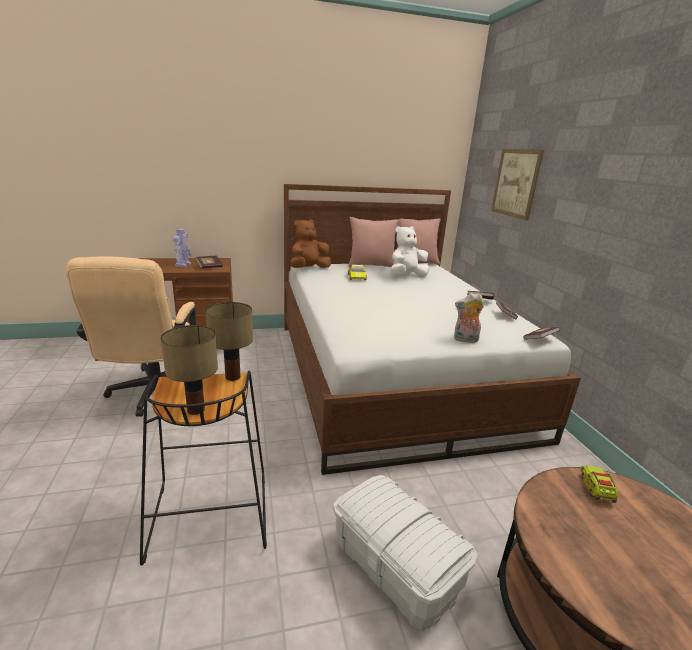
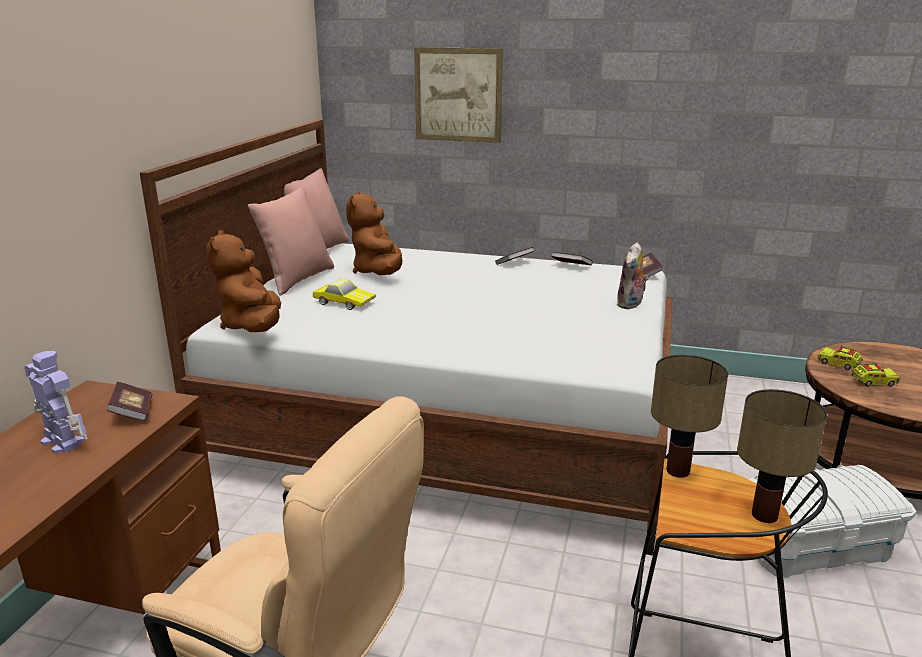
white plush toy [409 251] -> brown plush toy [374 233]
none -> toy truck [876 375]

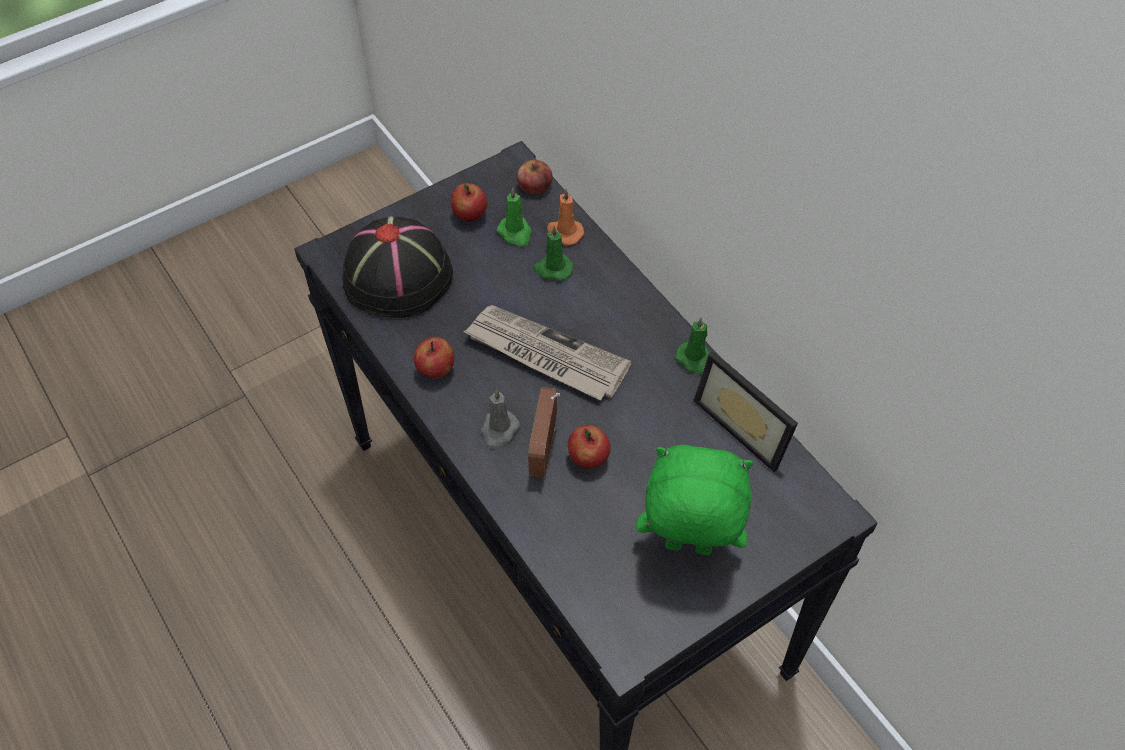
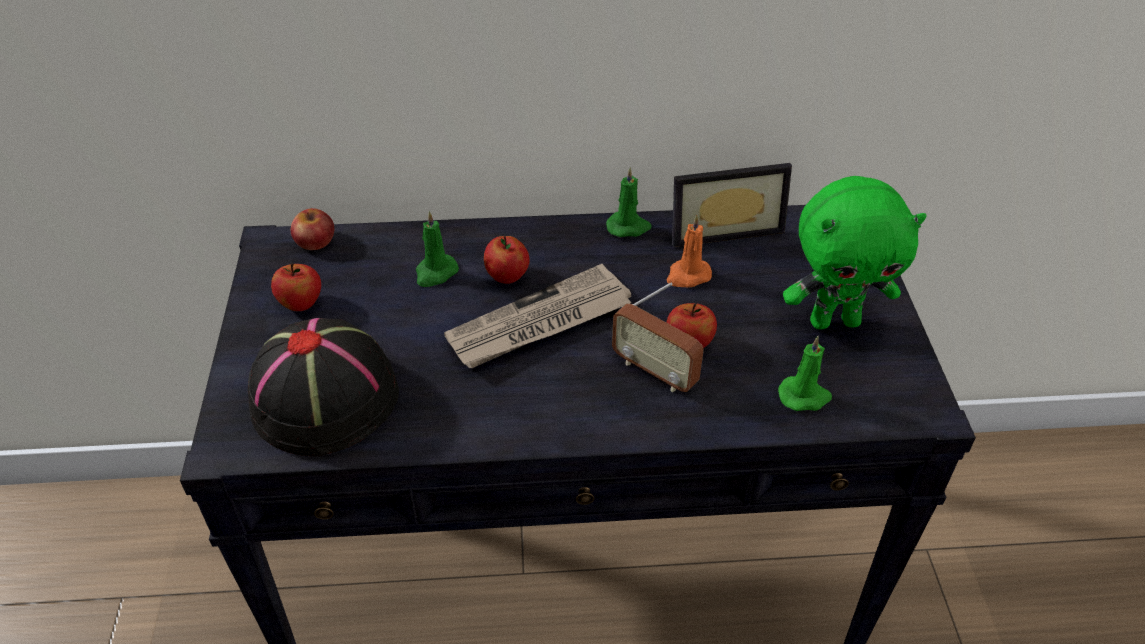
apple [434 358] -> apple [507 260], relocated
orange candle [565 217] -> orange candle [689 250], relocated
green candle [514 217] -> green candle [805 373], relocated
green plush toy [694 500] -> green plush toy [855 252], 135 degrees counterclockwise
grey candle [500 419] -> none

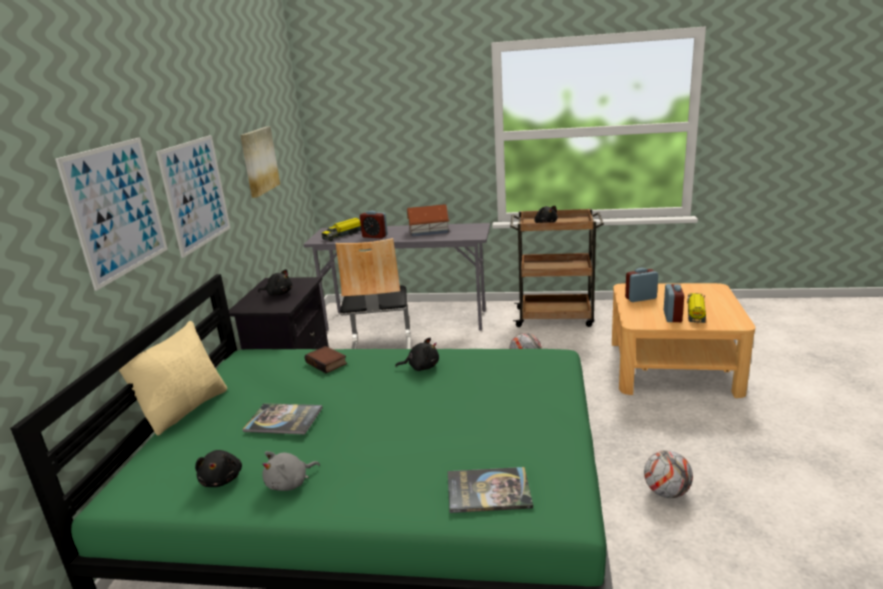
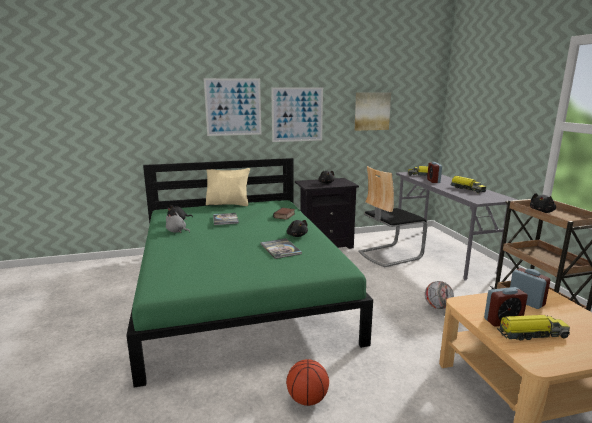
book [490 490] -> book [281 248], relocated
football [668 474] -> basketball [307 382]
toy house [428 220] -> toy truck [468 184]

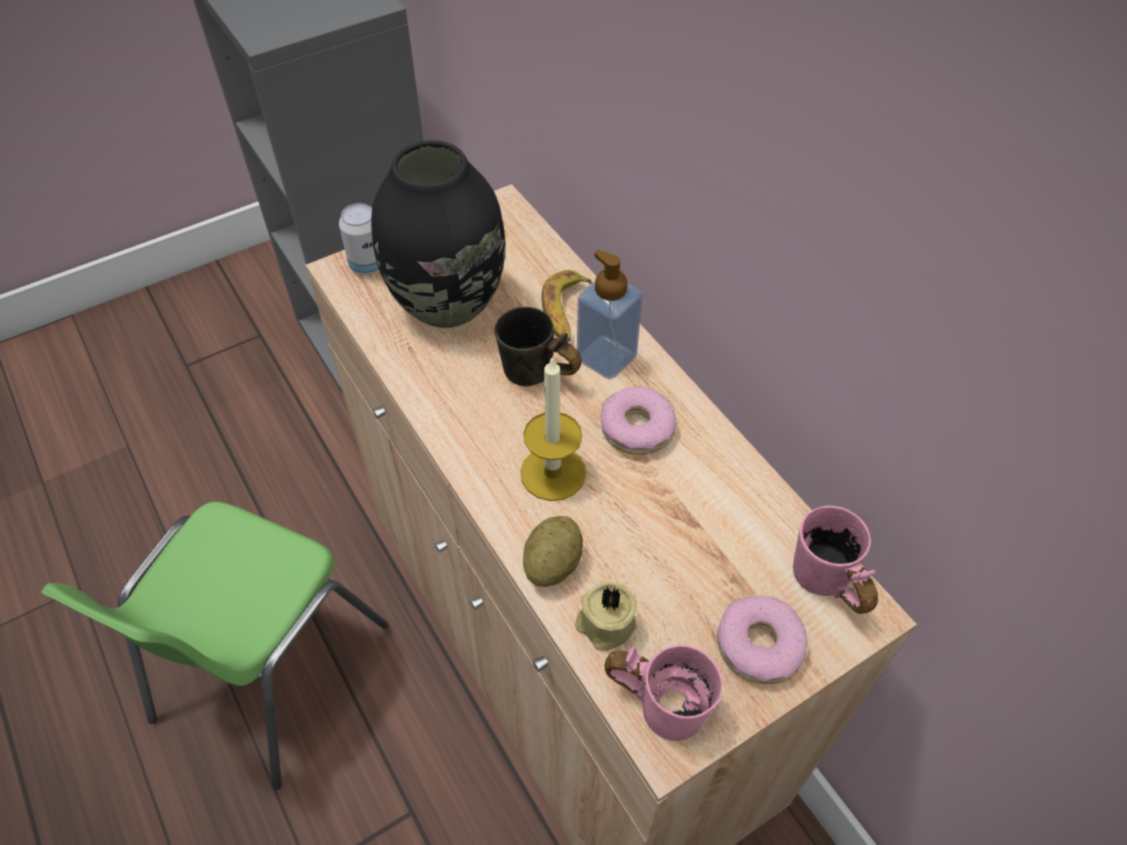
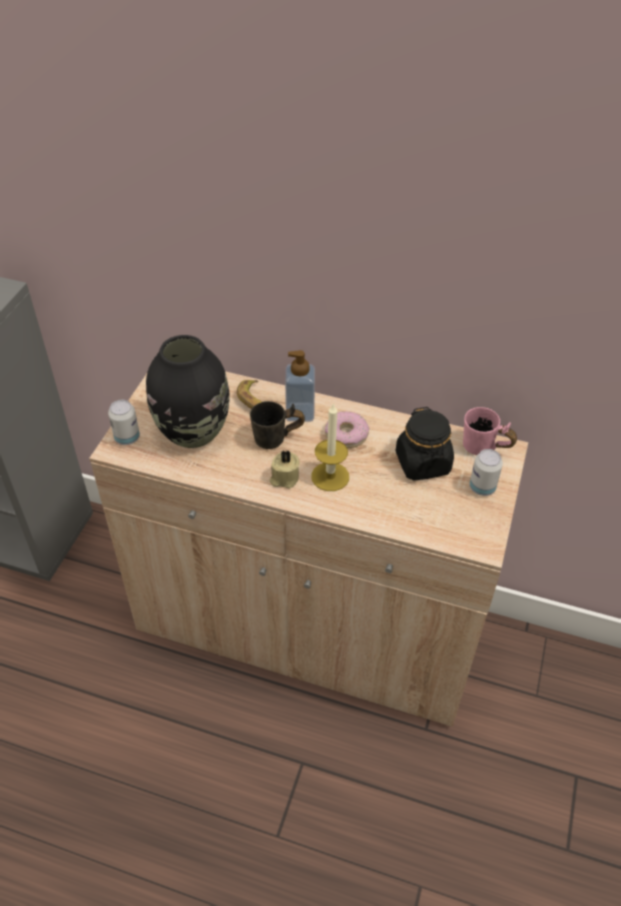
beige candle [606 616] -> beige candle [284 469], relocated
none -> black jar [424 444]
donut [762 640] -> can [486 472]
green chair [214 646] -> none
potato [553 551] -> none
pink mug [663 693] -> none

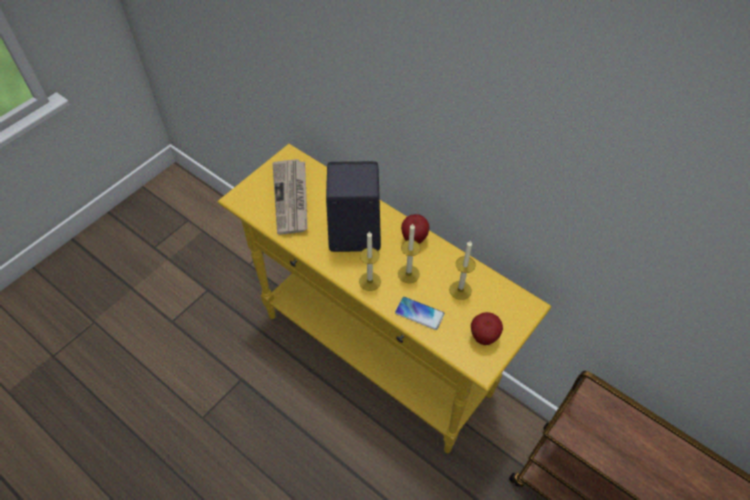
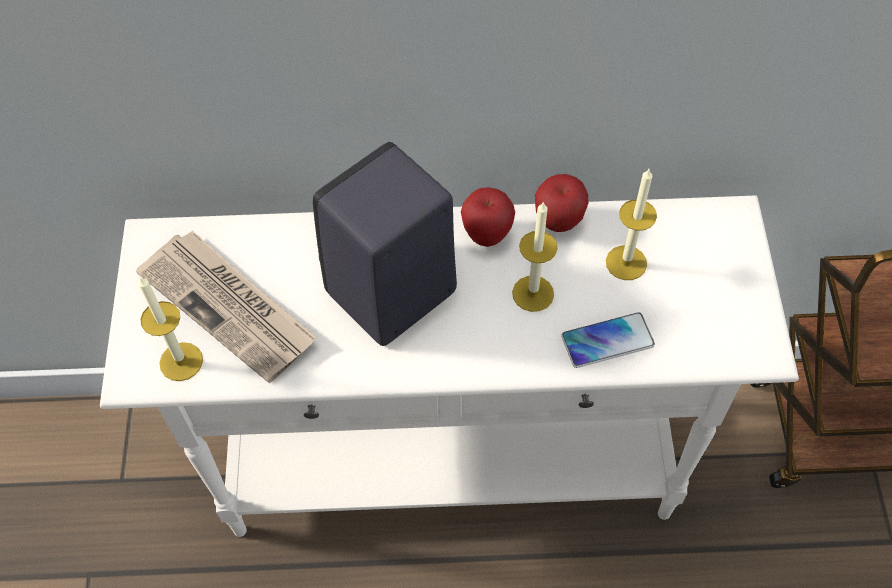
yellow console table [385 298] -> white console table [449 366]
candle [370 261] -> candle [170 328], relocated
apple [487 328] -> apple [561 203], relocated

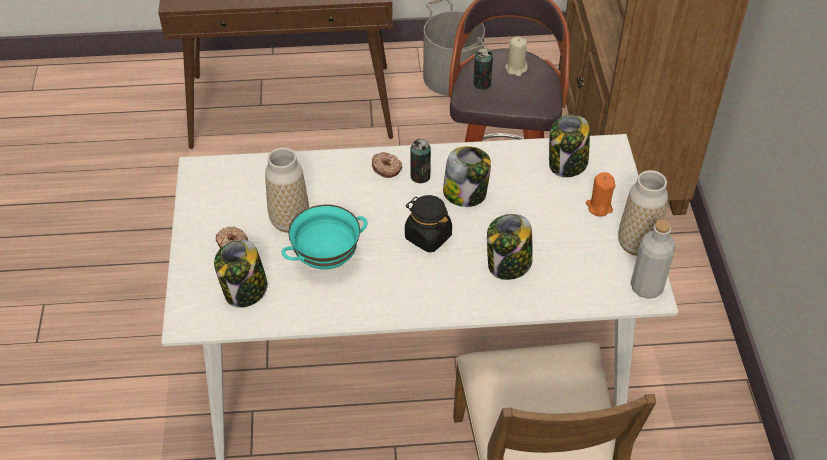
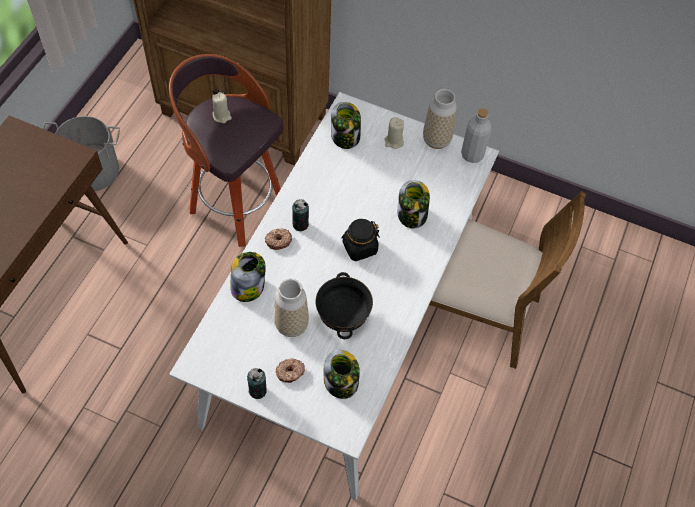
jar [467 176] -> jar [248 277], relocated
can [483 69] -> can [257 383], relocated
turquoise bowl [324 237] -> black bowl [344 305]
orange candle [600 194] -> beige candle [394 133]

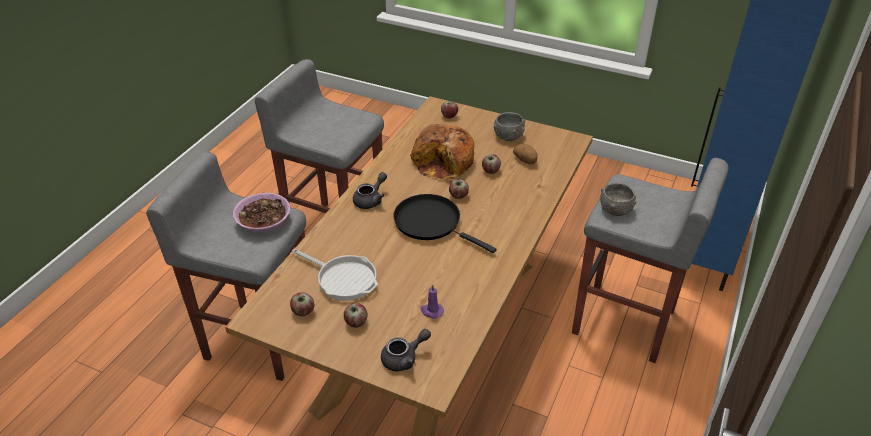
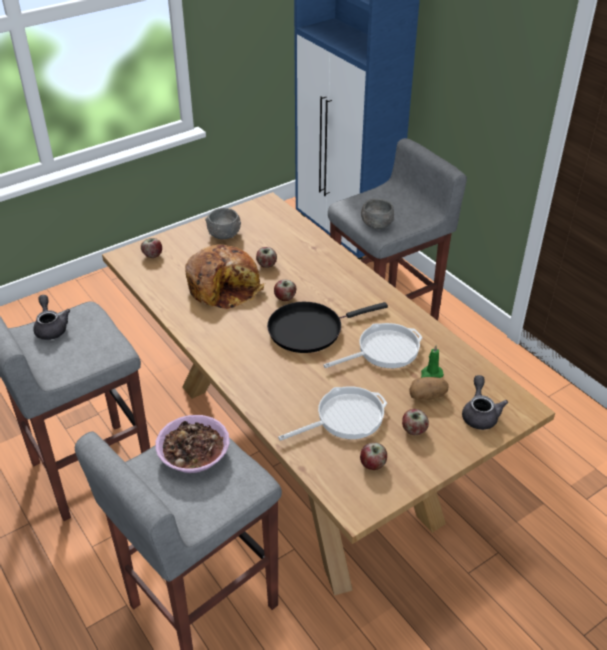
grey teapot [370 190] -> grey teapot [51 317], relocated
none -> frying pan [373 345]
potato [525 154] -> potato [429 388], relocated
purple candle [432 301] -> green candle [432 361]

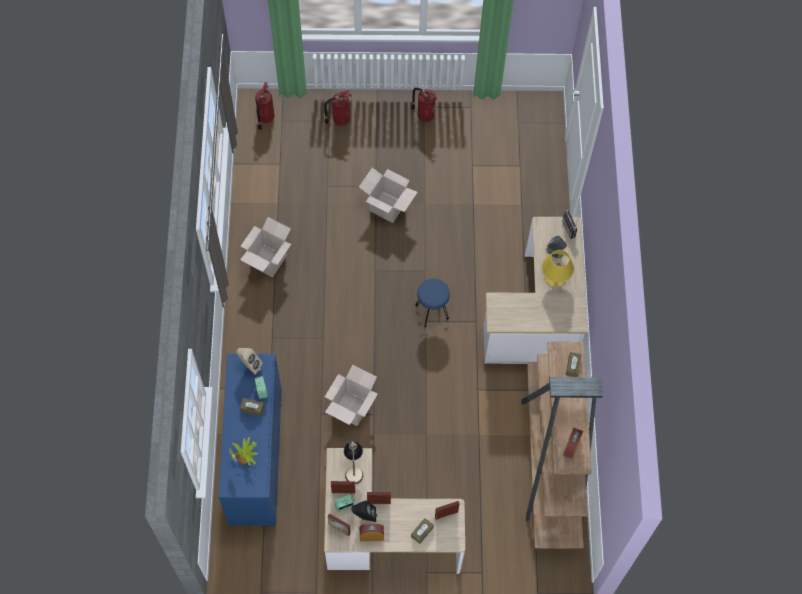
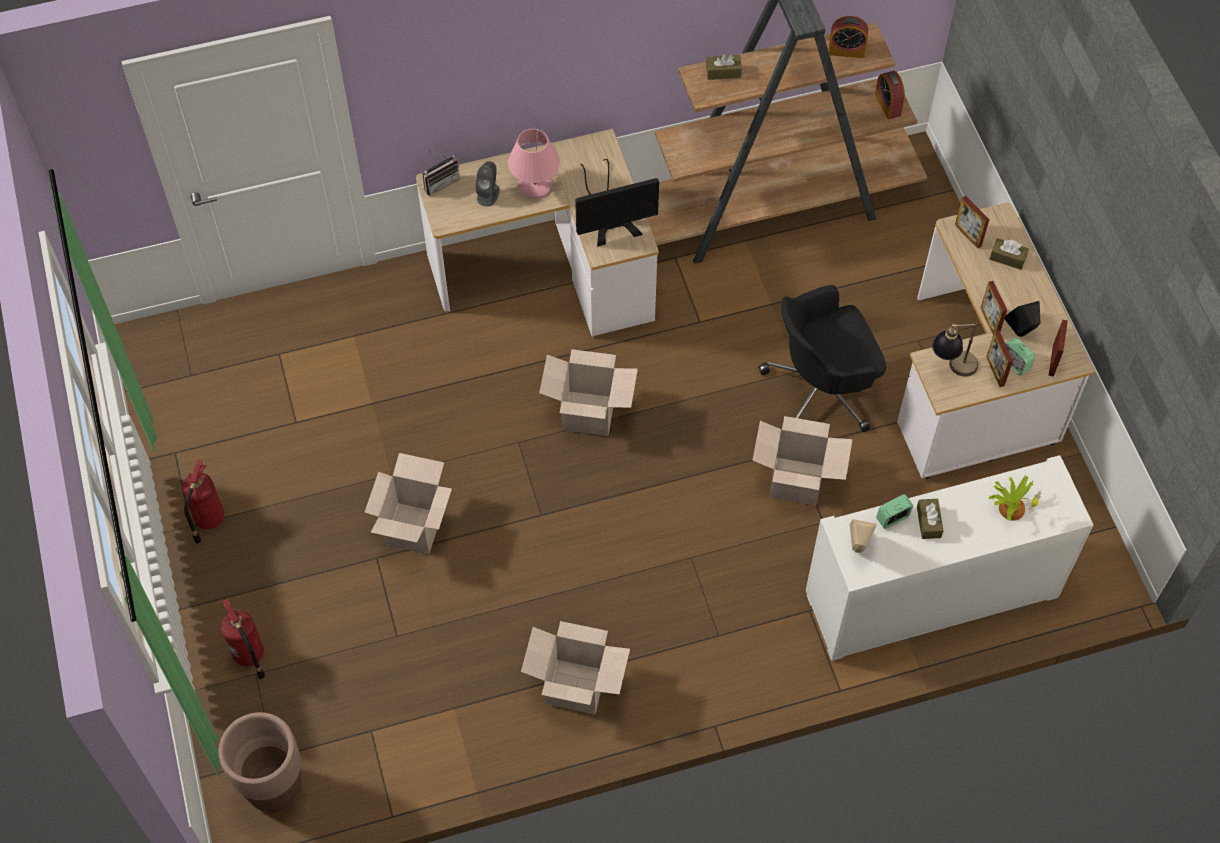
fire extinguisher [264 106] -> brown planter [260 762]
yellow table lamp [558 268] -> pink table lamp [534 163]
blue stool [432 303] -> cardboard box [588 392]
none -> monitor [617 203]
none -> black office chair [822 358]
blue cabinet [250 439] -> white cabinet [949 558]
alarm clock [372 532] -> alarm clock [890 95], relocated

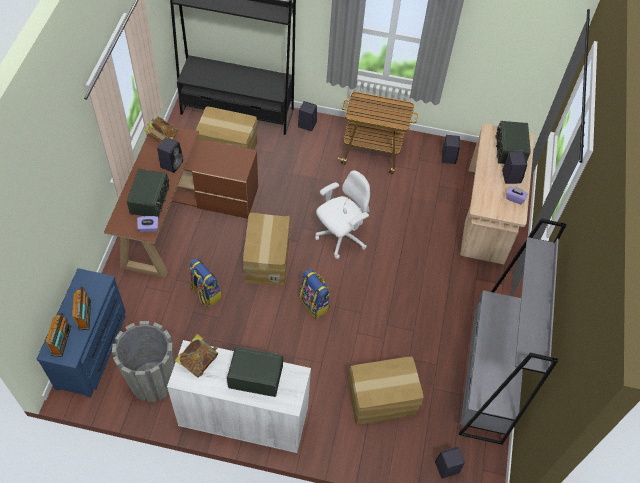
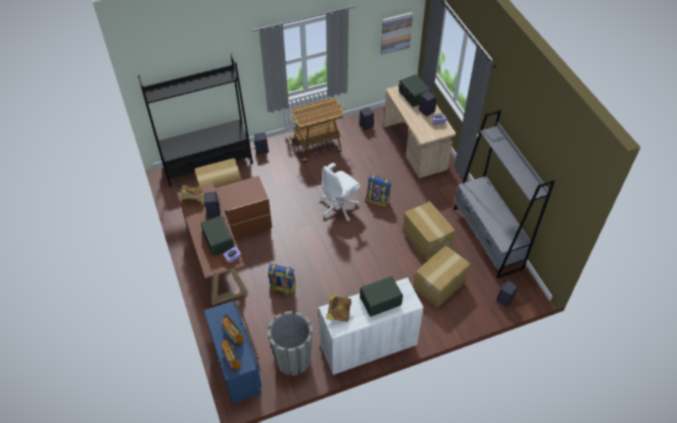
white office chair [342 214] -> white office chair [340 192], 150 degrees counterclockwise
backpack [314 294] -> backpack [379 191], relocated
none -> picture [396 33]
cardboard box [266 249] -> cardboard box [429 230], relocated

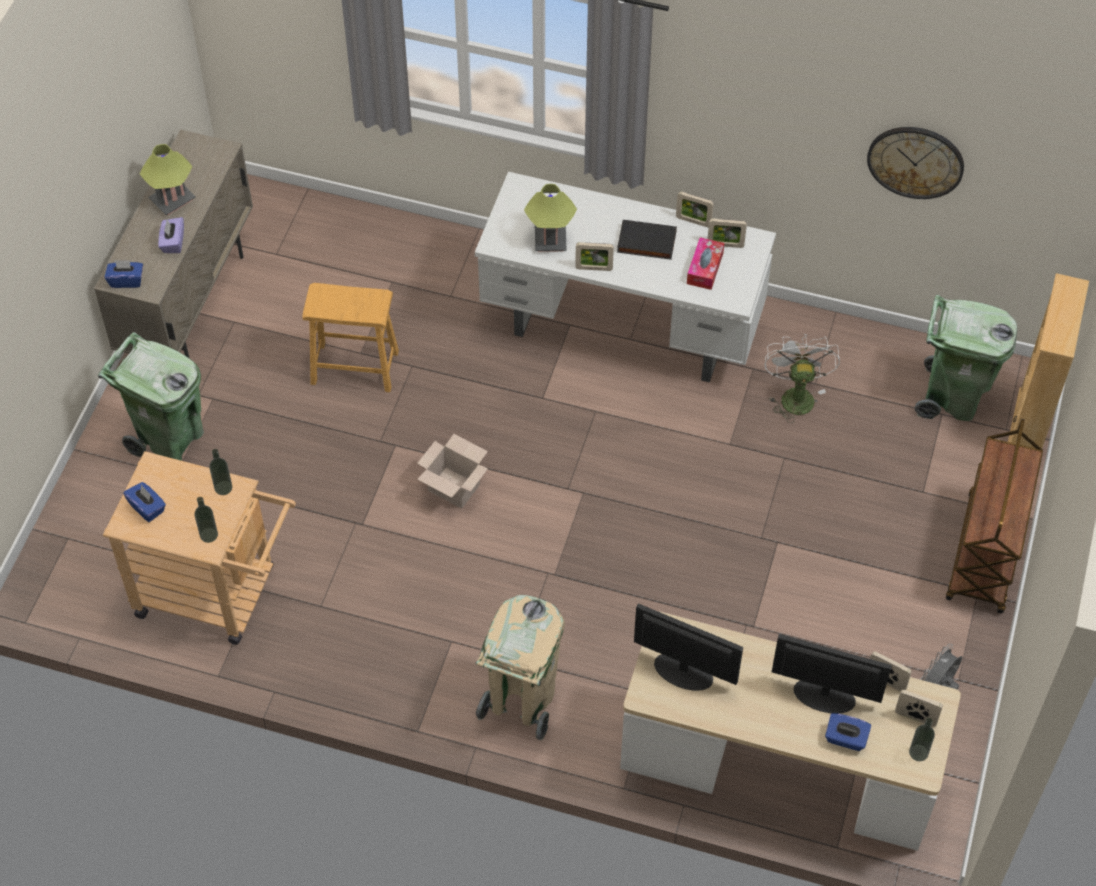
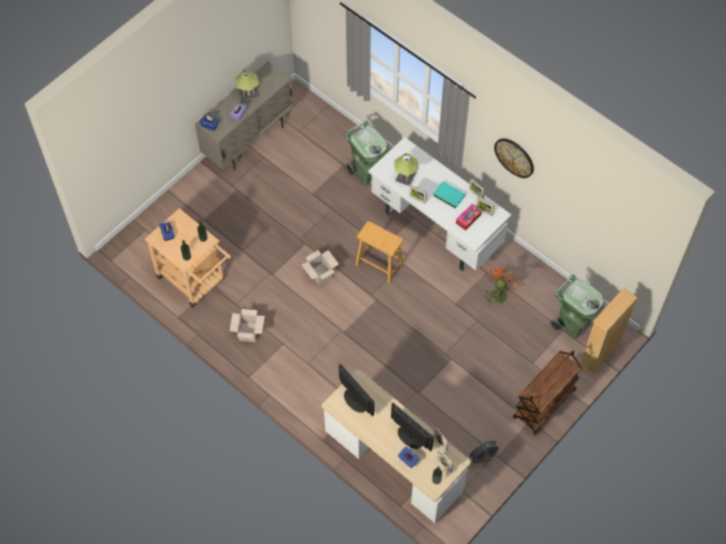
none -> cardboard box [247 325]
green trash can [151 396] -> green trash can [366 153], relocated
brown stool [350 337] -> brown stool [379 252], relocated
black book [647 240] -> turquoise book [449 195]
white fan [802 378] -> orange fan [503 284]
wall clock [915 163] -> wall clock [514 158], relocated
beige trash can [520 667] -> none

